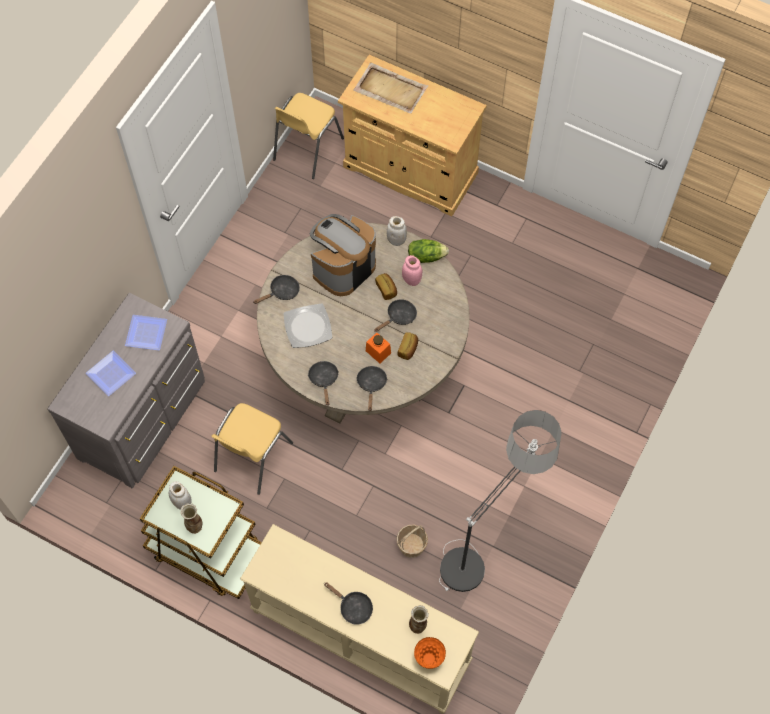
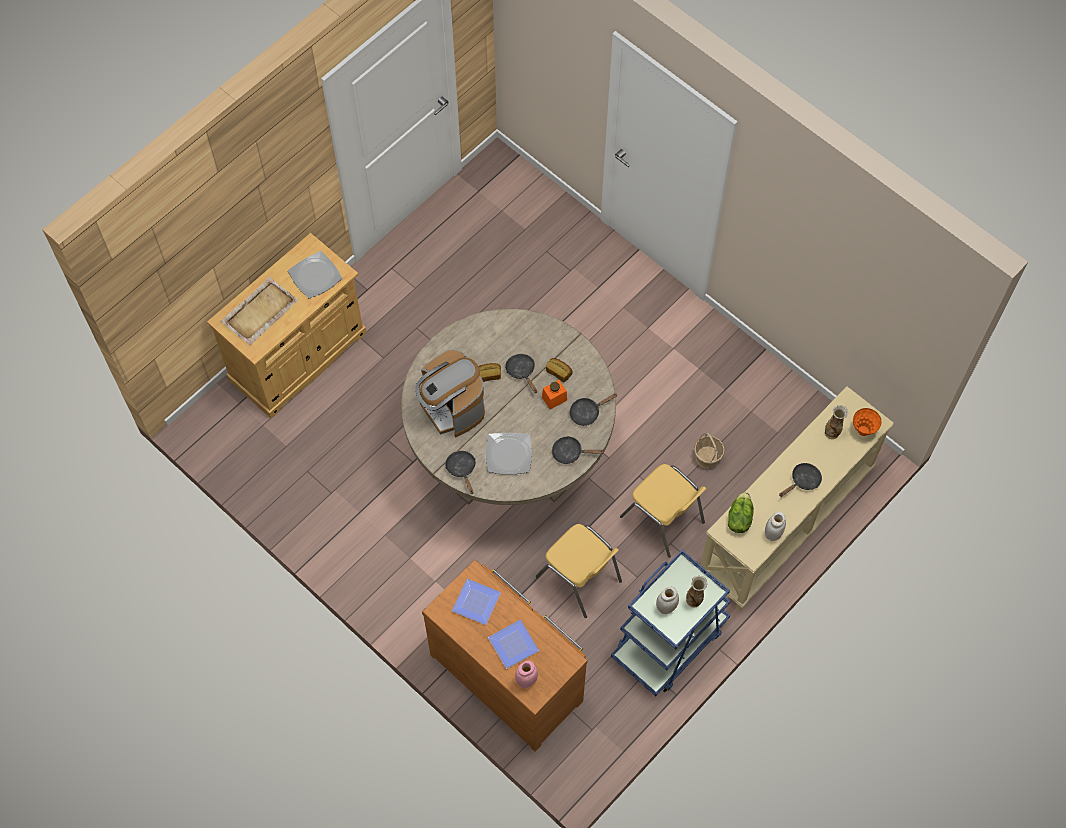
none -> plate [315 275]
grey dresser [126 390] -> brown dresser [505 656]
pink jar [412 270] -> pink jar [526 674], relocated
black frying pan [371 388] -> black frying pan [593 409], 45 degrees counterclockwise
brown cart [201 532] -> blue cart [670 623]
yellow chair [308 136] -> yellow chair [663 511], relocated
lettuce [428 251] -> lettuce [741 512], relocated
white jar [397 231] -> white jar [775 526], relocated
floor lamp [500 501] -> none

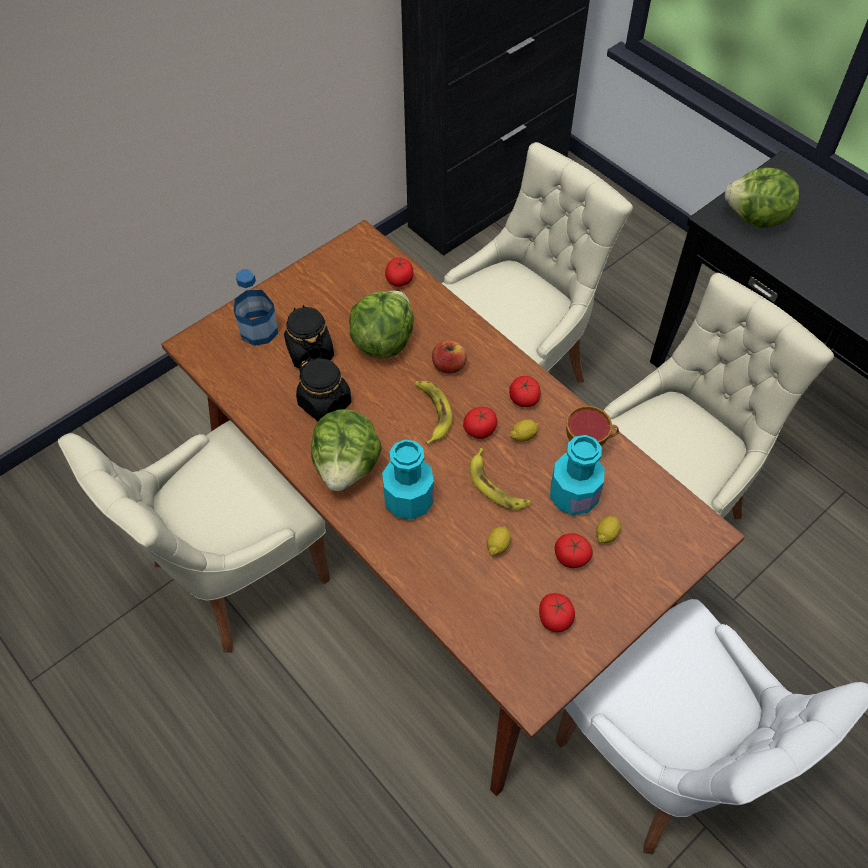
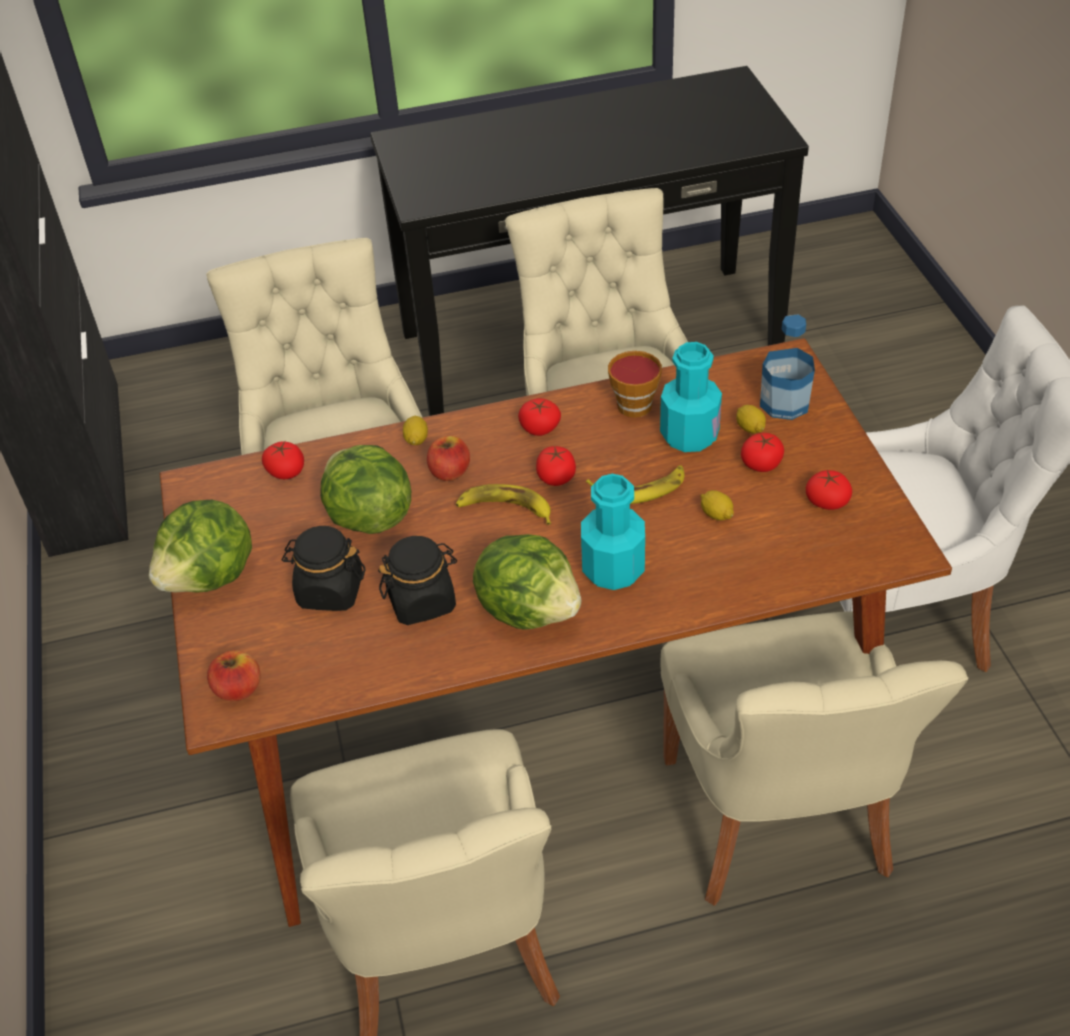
lettuce [762 197] -> lettuce [200 546], relocated
none -> apple [234 675]
lemon [524 431] -> lemon [415 430], relocated
none -> beige chair [814 758]
bottle [256 307] -> bottle [787 367], relocated

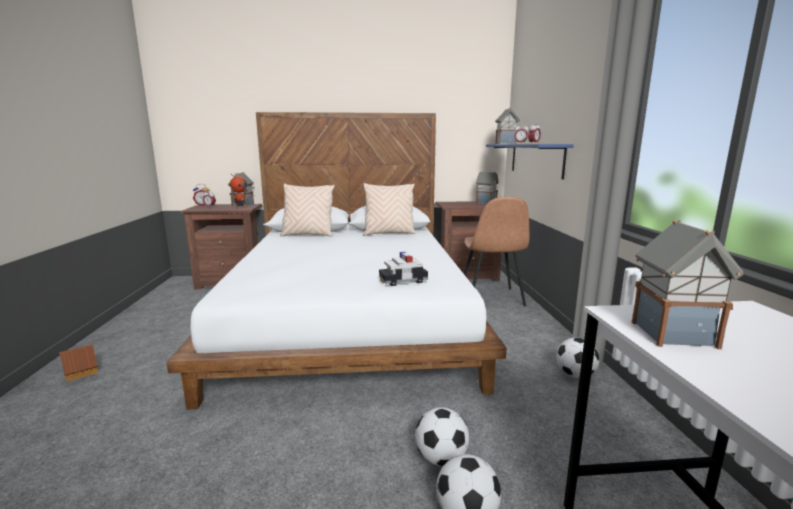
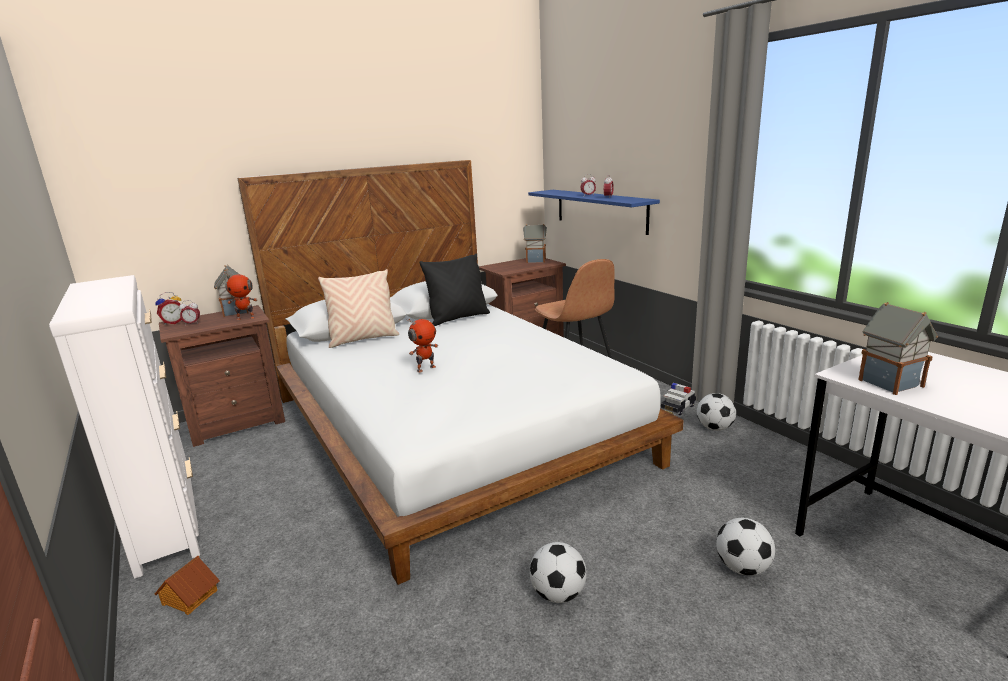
none -> white dresser [124 427]
none -> toy robot [423 345]
beige pillow [389 209] -> black pillow [454 289]
football [442 436] -> football [558 572], relocated
toy car [403 269] -> toy car [678 399], relocated
toy house [507 126] -> none

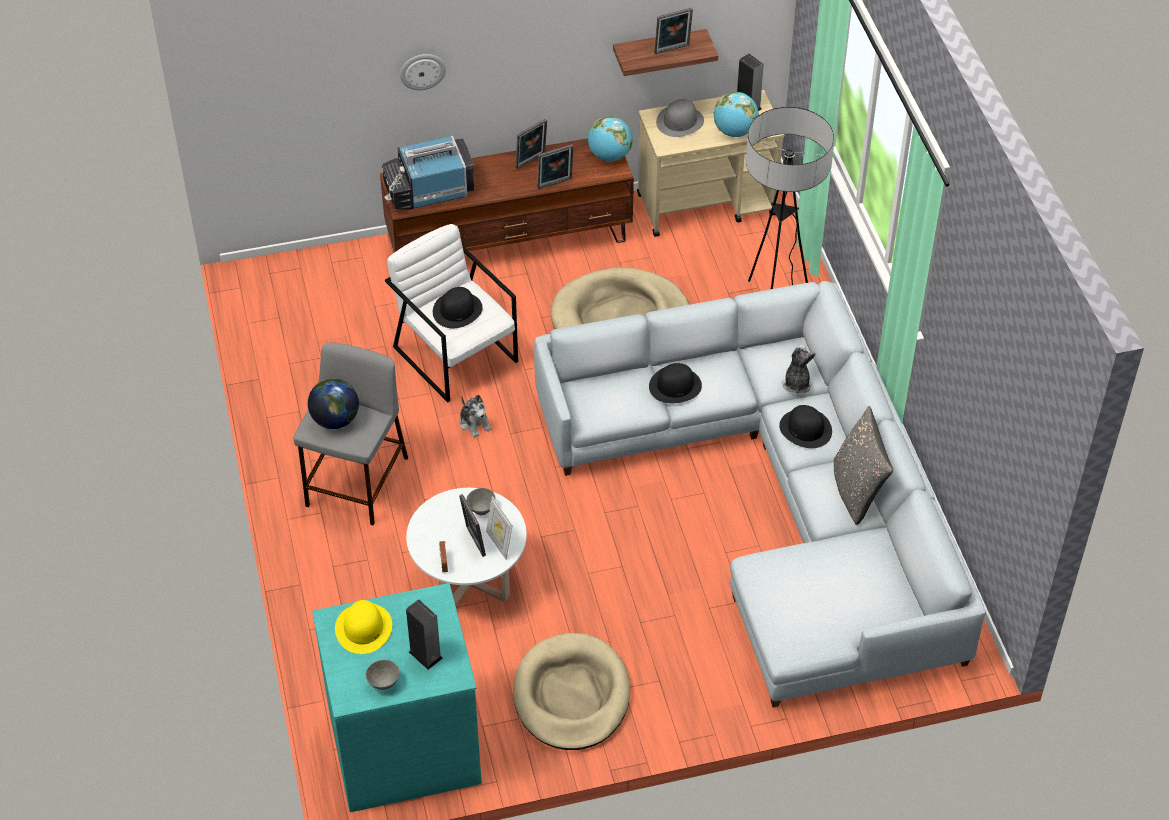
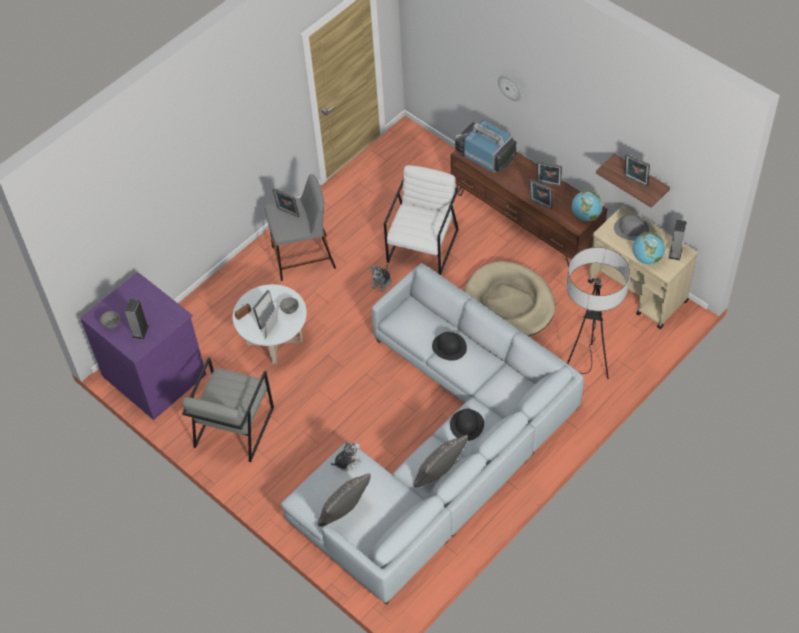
turquoise dresser [397 697] -> purple dresser [143 346]
beige dog bed [571 691] -> grey armchair [228 409]
globe [333 403] -> picture frame [286 202]
none -> grey pillow [344 499]
plush toy [799 369] -> plush toy [346 456], relocated
yellow hat [363 627] -> none
black hat [458 307] -> none

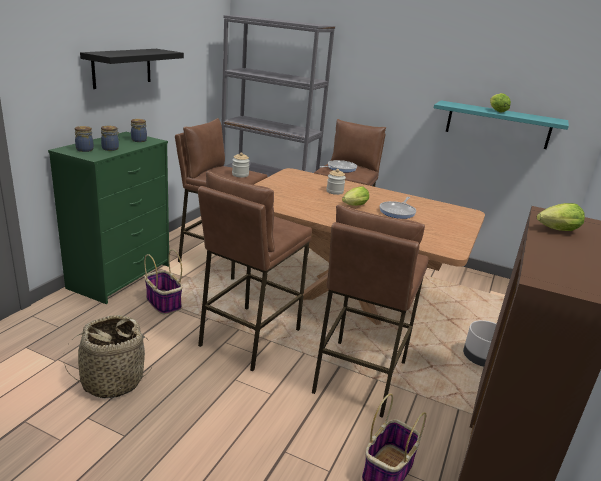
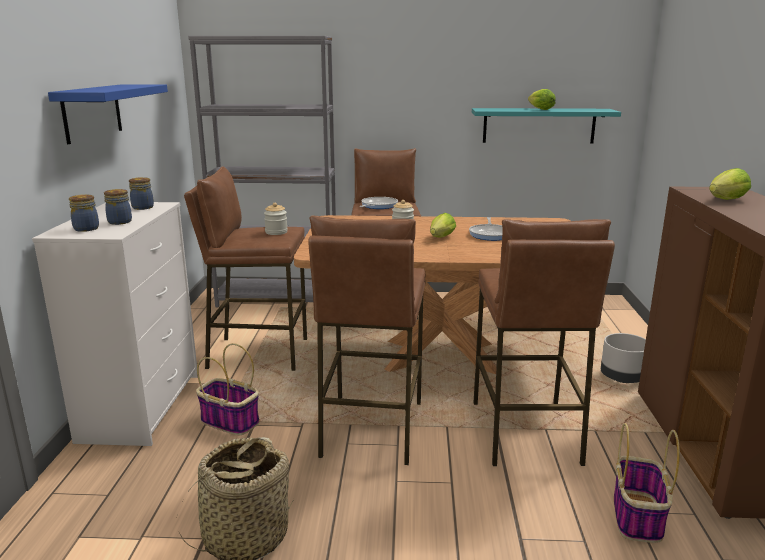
green dresser [108 218] -> white dresser [115 324]
black shelf [132 69] -> blue shelf [108 114]

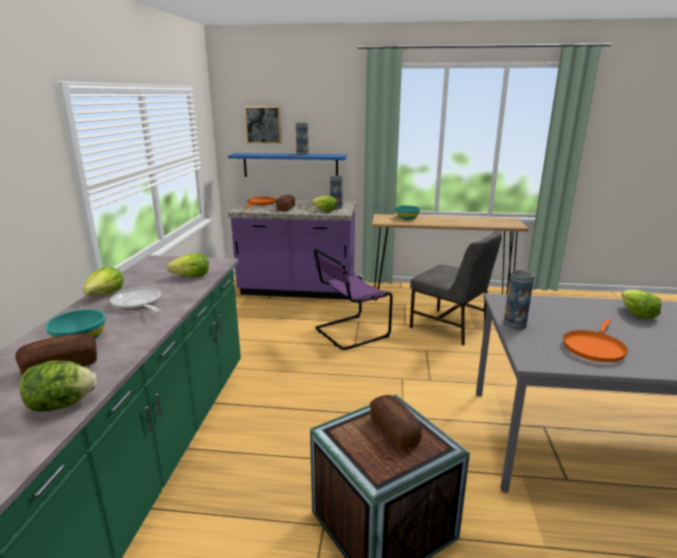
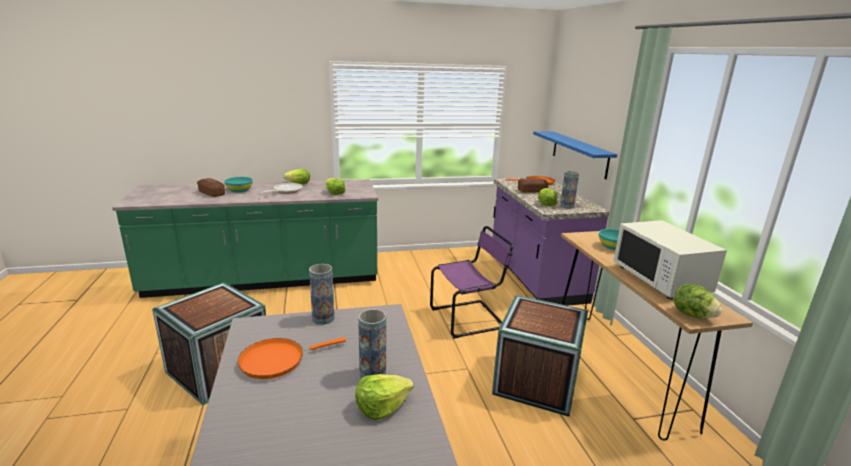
orange frying pan [595 340] -> orange frying pan [292 358], 45 degrees counterclockwise
vase [302 139] -> vase [372 344], relocated
purple chair [353 299] -> purple chair [471 282], 120 degrees clockwise
grey chair [456 288] -> crate [540 356]
none -> white microwave [670 259]
lettuce [58 386] -> lettuce [698 301], relocated
picture [263 125] -> none
bread [396 422] -> none

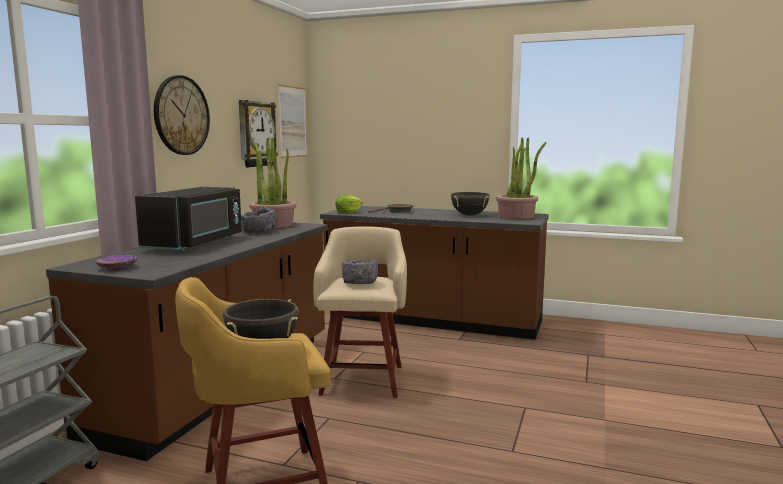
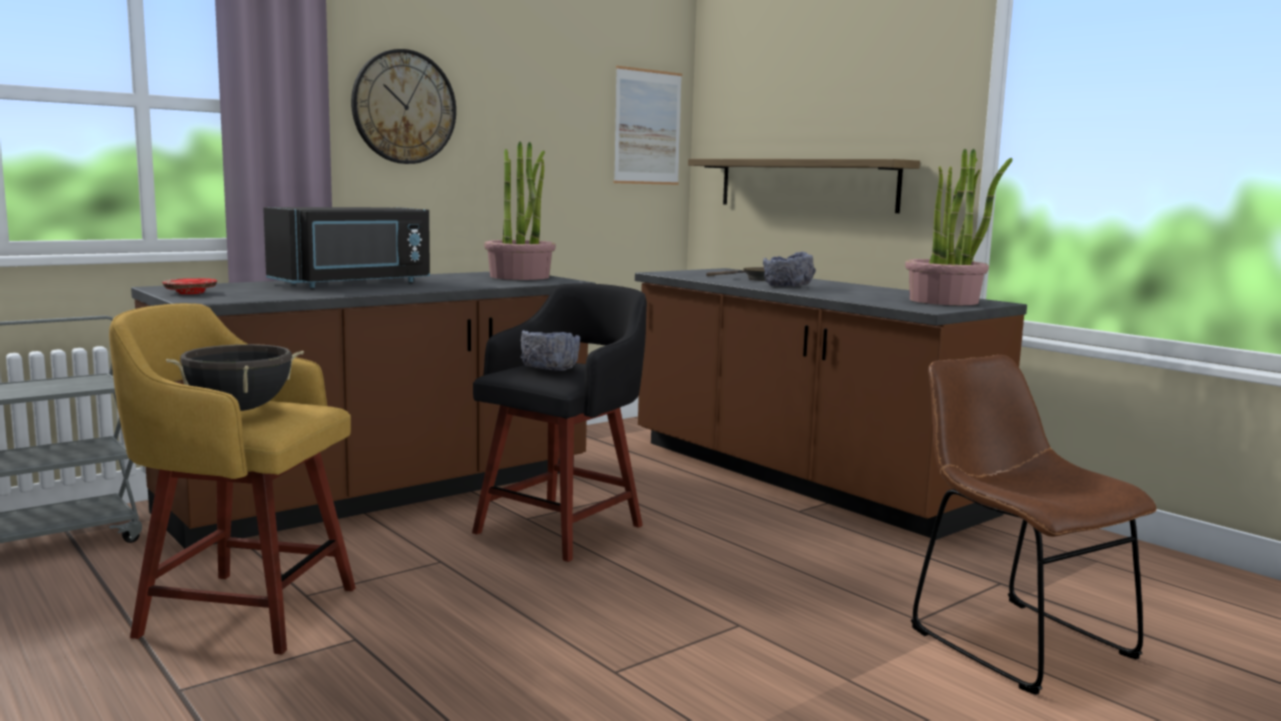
purple plate [116 262] -> red plate [189 286]
beige stool [360 312] -> black stool [559 422]
none -> shelf [804 186]
grey bowl [259 220] -> grey bowl [789 269], relocated
none -> brown chair [1034 525]
wall clock [258 133] -> none
lettuce [349 204] -> none
black cooking pot [470 204] -> none

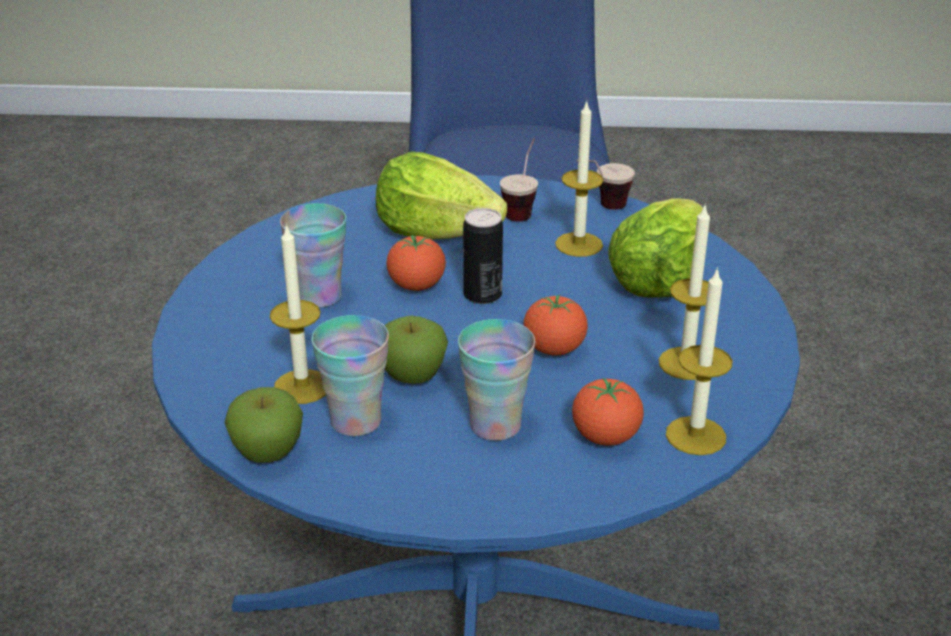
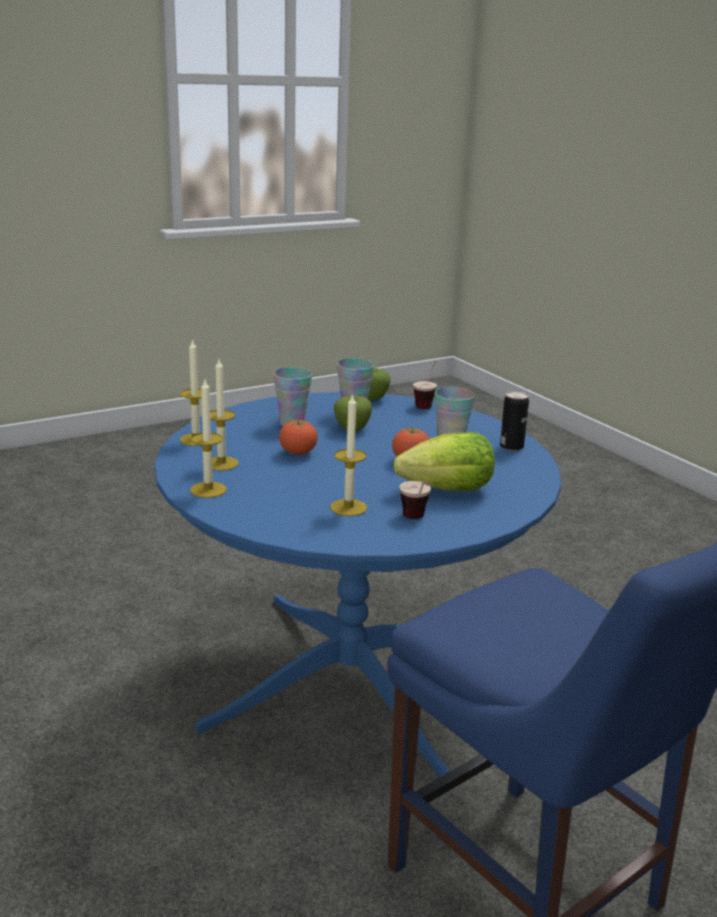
candle [298 314] -> candle [208 439], relocated
cup [605 184] -> cup [425 385], relocated
can [483 256] -> can [514 421], relocated
tomato [608 412] -> none
lettuce [655 248] -> none

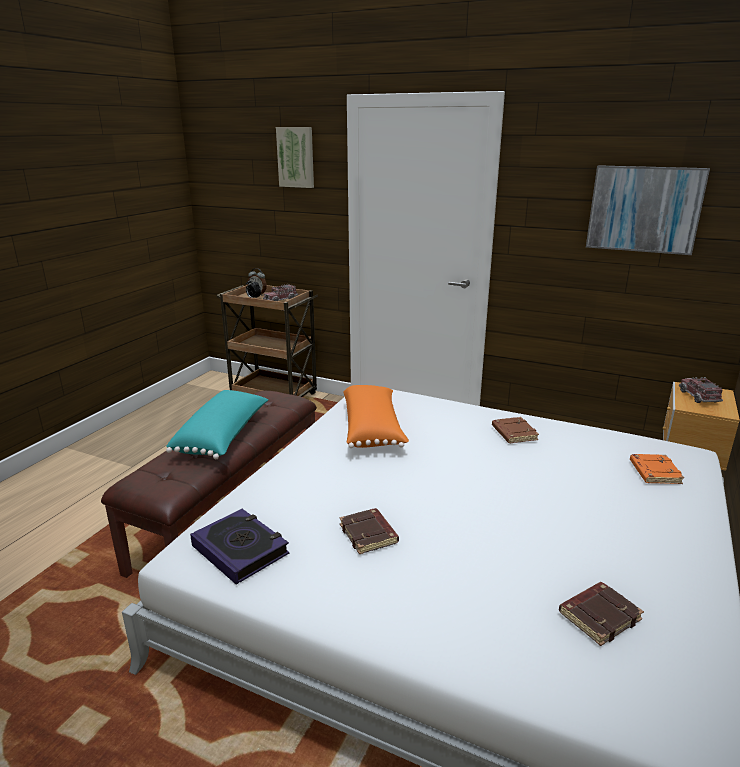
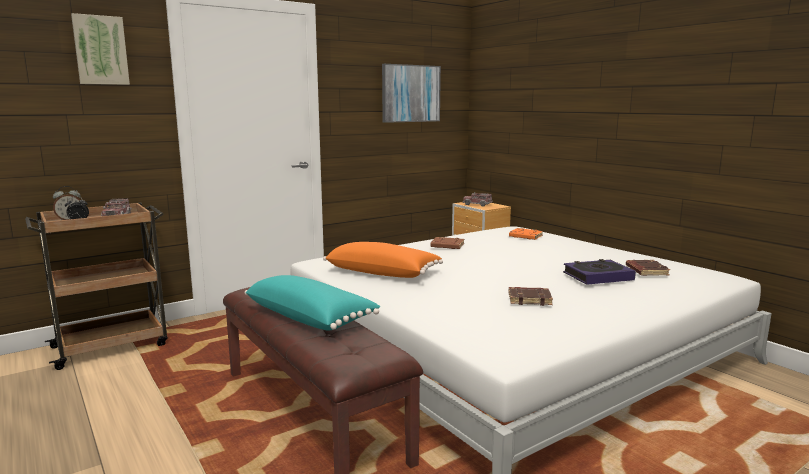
book [239 547] -> book [599 272], relocated

